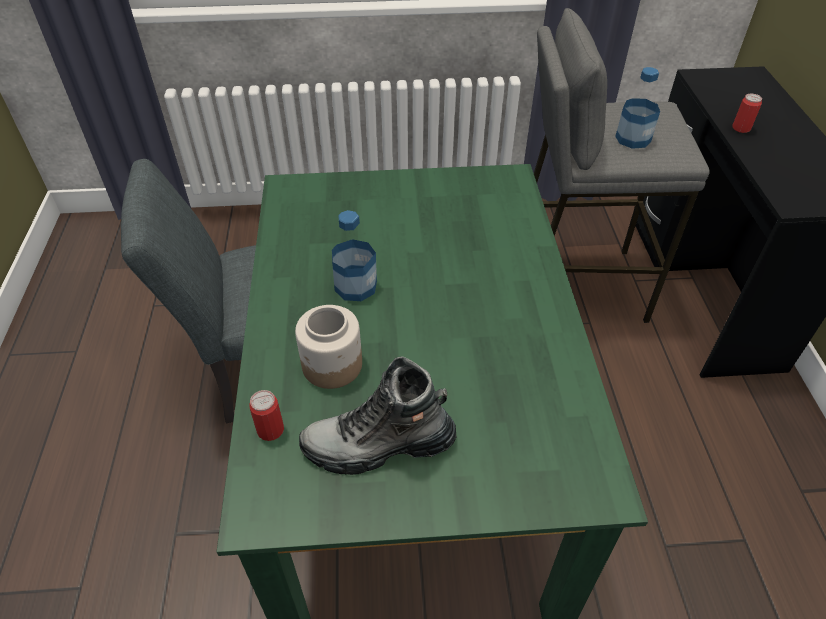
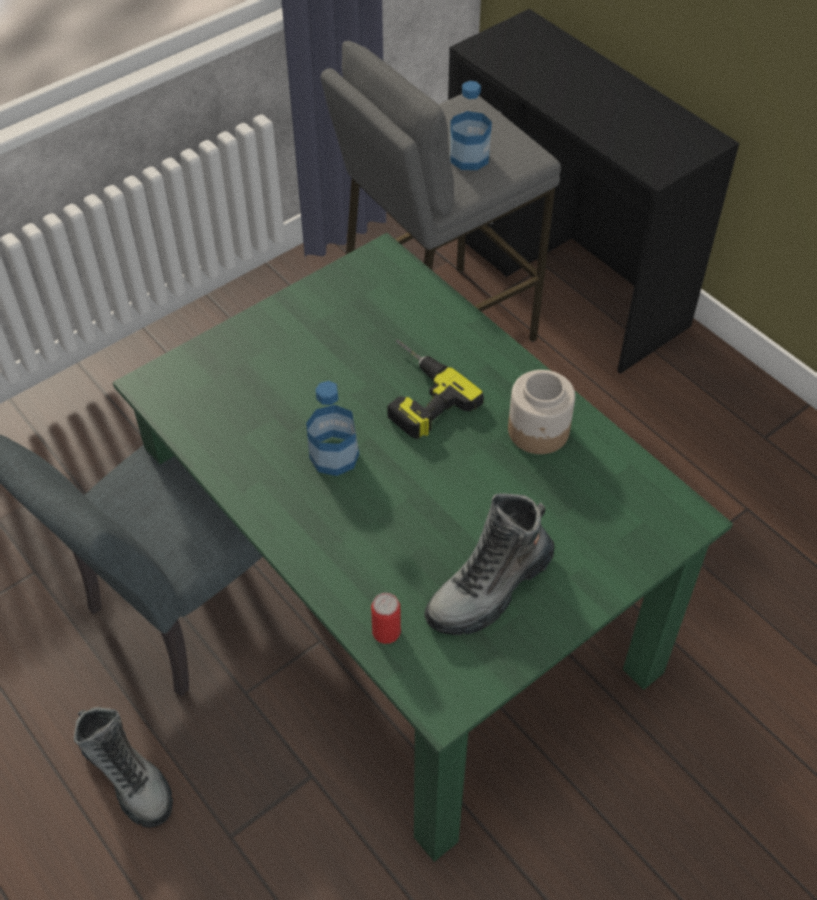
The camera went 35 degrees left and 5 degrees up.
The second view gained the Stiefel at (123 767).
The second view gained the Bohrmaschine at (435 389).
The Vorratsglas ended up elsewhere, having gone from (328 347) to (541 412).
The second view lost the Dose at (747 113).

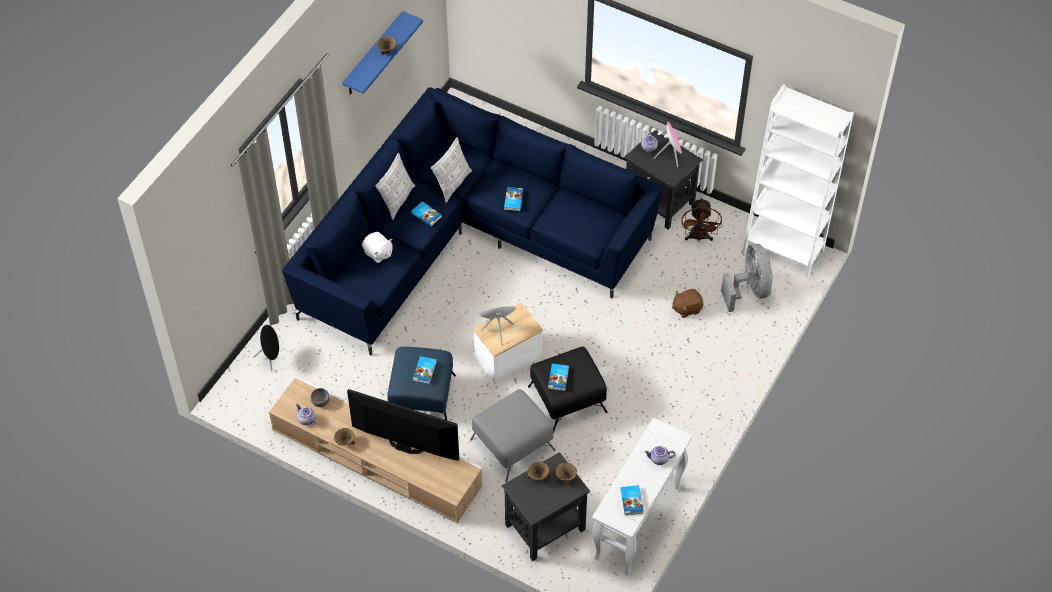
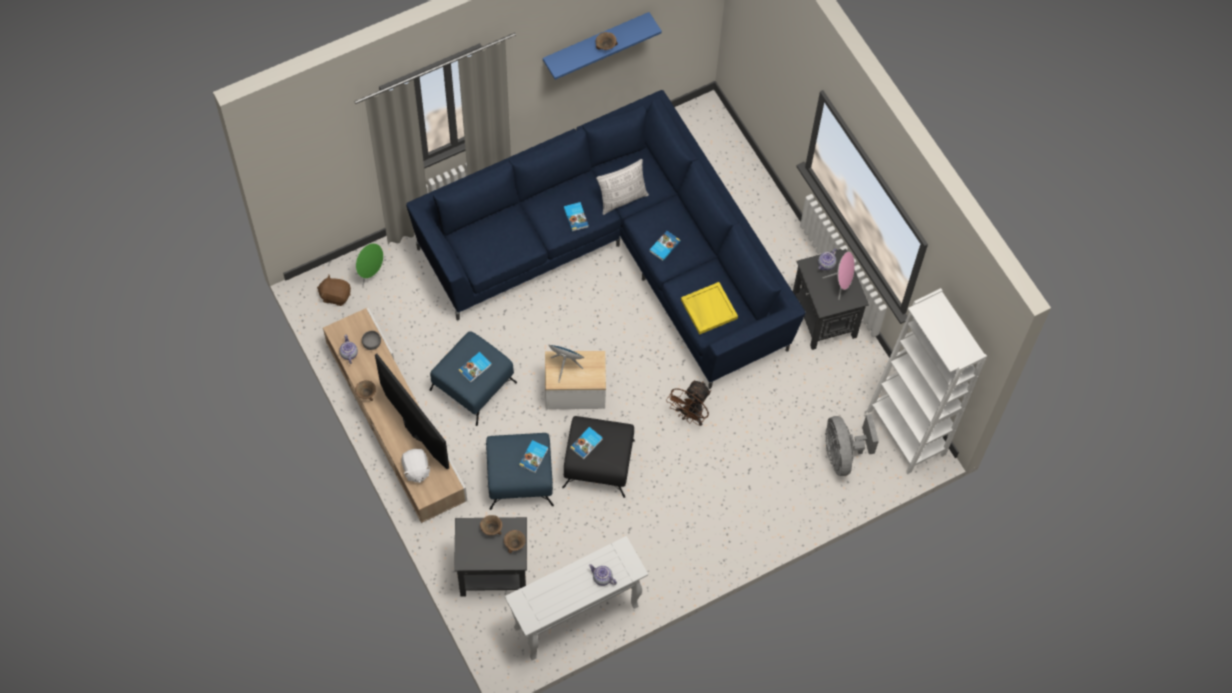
The camera went 30 degrees right and 10 degrees up.
The Plüschtier/braun ended up elsewhere, having gone from (688 303) to (334 290).
What was the Lautsprecher/schwarz at (266 348) turned into the Lautsprecher/grün at (370 265).
The Plüschtier/weiß ended up elsewhere, having gone from (377 247) to (416 466).
What was the Polsterhocker/grau at (513 435) turned into the Polsterhocker/blau at (520 471).
The Buch ended up elsewhere, having gone from (631 500) to (533 456).
The Ventilator/braun ended up elsewhere, having gone from (701 219) to (688 403).
The second view gained the Tablett/gelb at (709 308).
The Ventilator/grau at (747 278) ended up facing another way, 150 degrees clockwise from before.
The second view lost the Kissen at (395 186).

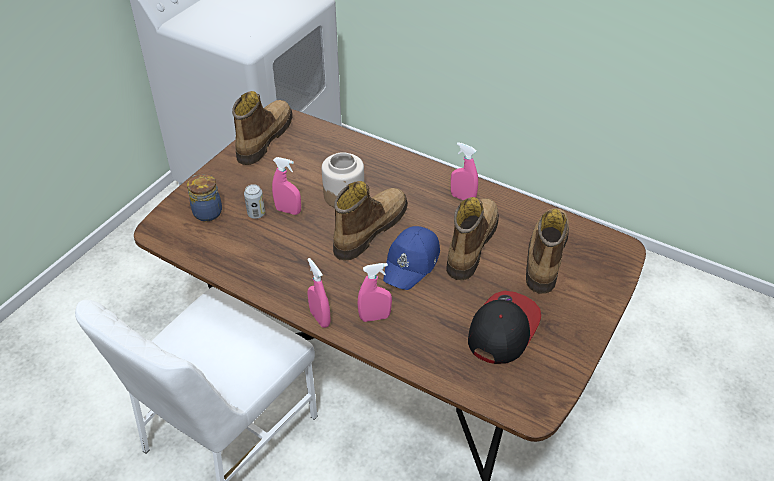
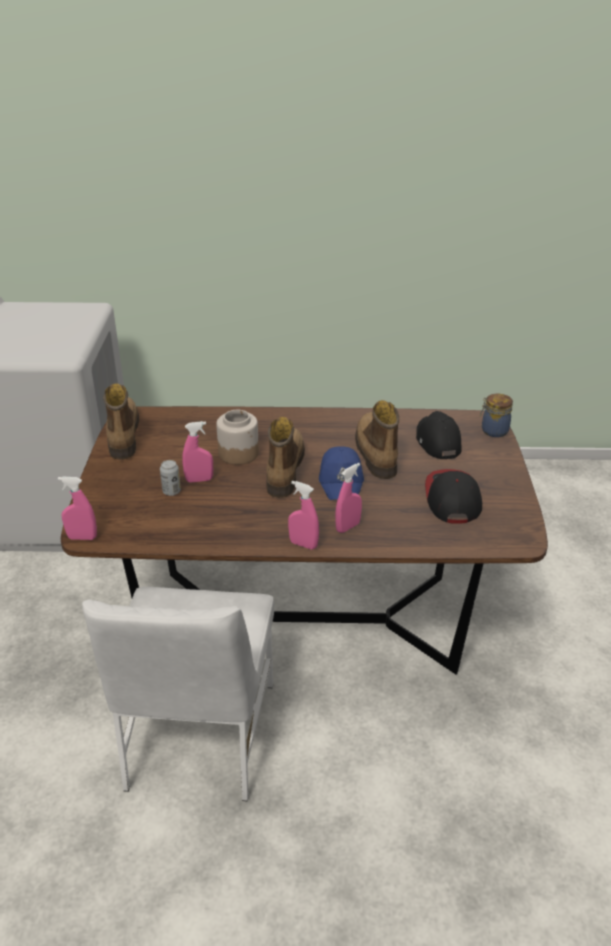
The camera went 30 degrees left and 10 degrees down.
The Sprühflasche/rosa ended up elsewhere, having gone from (464 171) to (77 508).
Where the Stiefel stood at (547 251), the Kappe/schwarz came to stand at (439 435).
The Vorratsglas ended up elsewhere, having gone from (204 197) to (496 415).

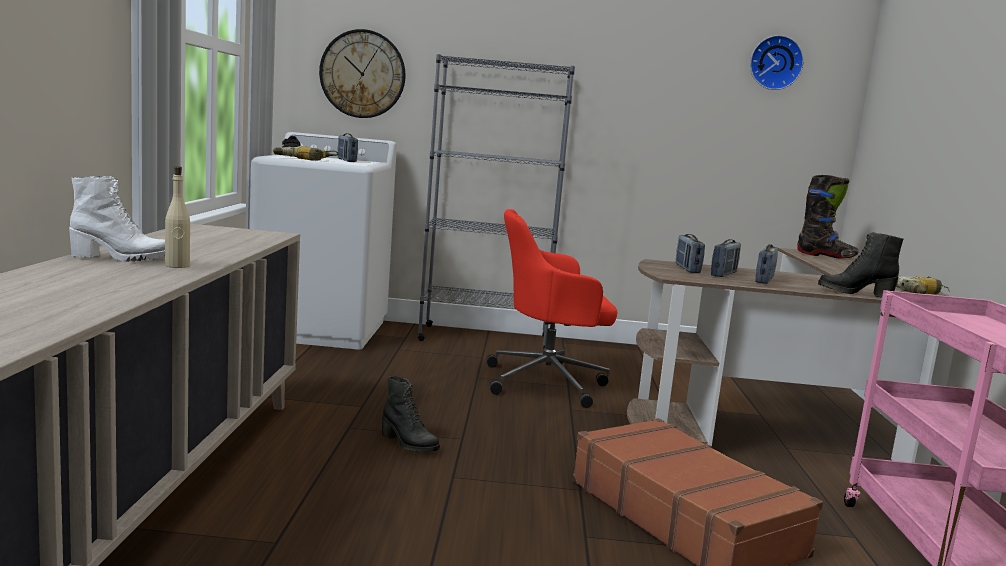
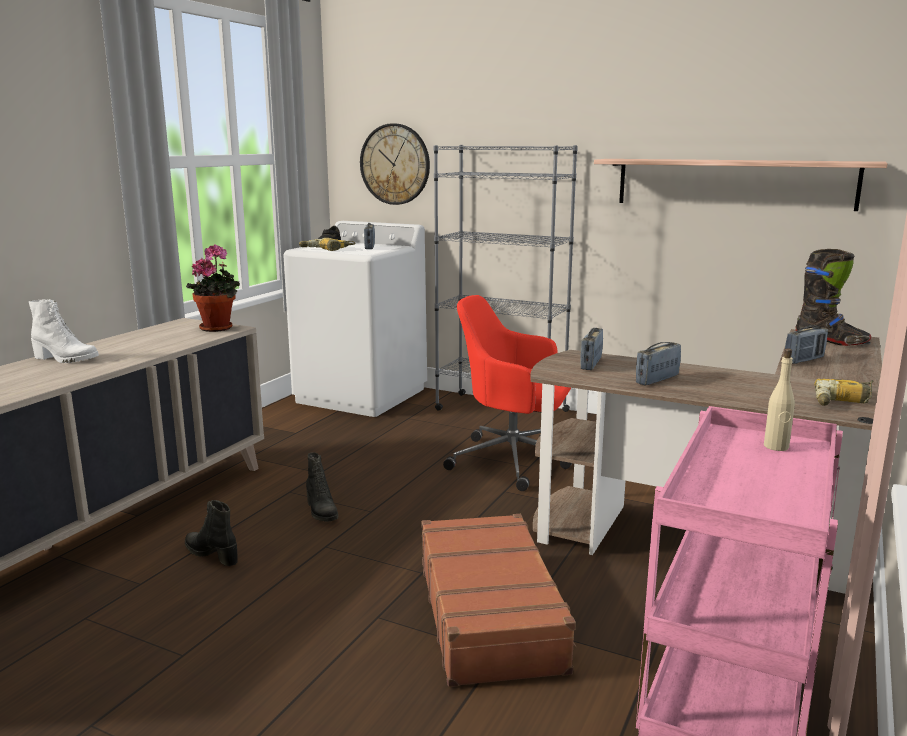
The camera went 25 degrees right and 5 degrees up.
The Stiefel/schwarz ended up elsewhere, having gone from (861 265) to (211 533).
The second view gained the Topfpflanze at (213 288).
The second view gained the Wandregal at (741 185).
The Flasche/beige ended up elsewhere, having gone from (177 217) to (779 399).
The Radio ended up elsewhere, having gone from (726 258) to (806 344).
The second view lost the Wanduhr at (777 62).

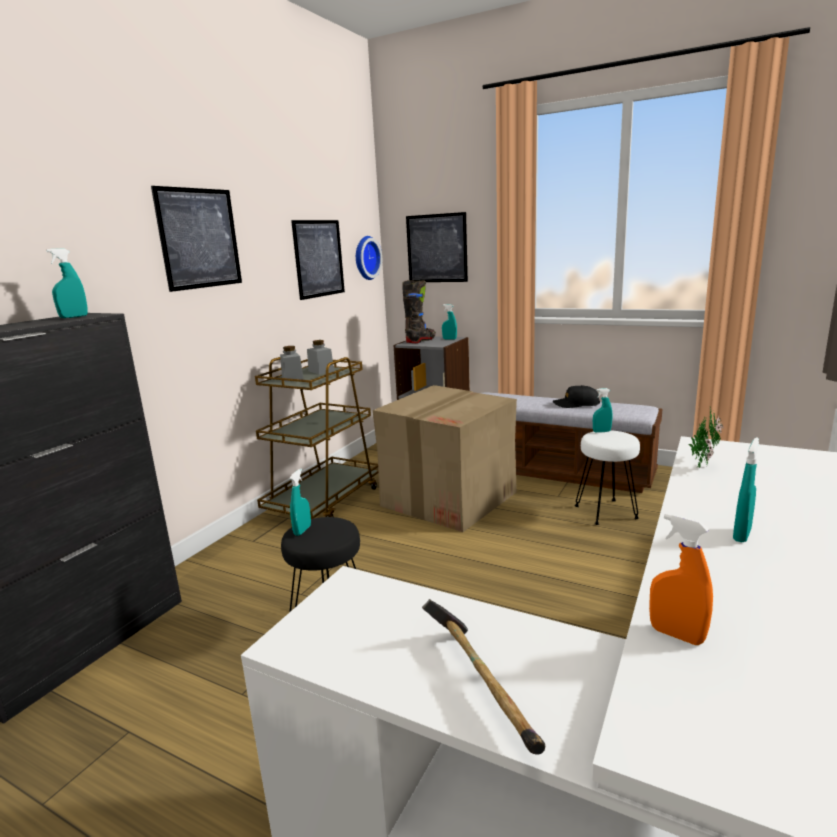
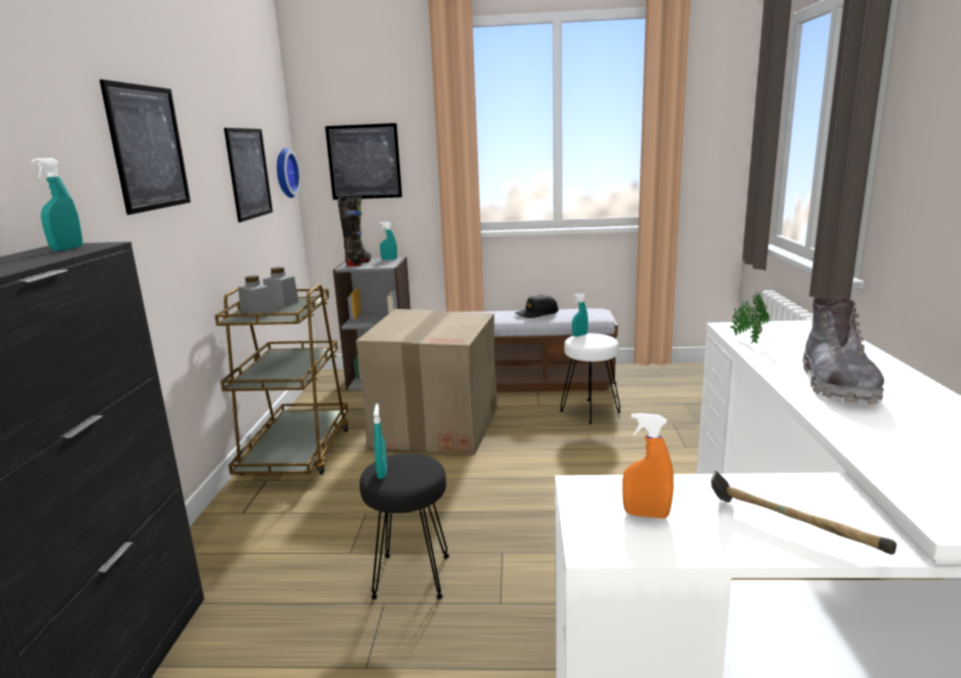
The camera went 25 degrees left and 0 degrees up.
The Sprühflasche/orange ended up elsewhere, having gone from (681 579) to (648 466).
Where the Sprühflasche/türkis stood at (746 489), the Stiefel/grau came to stand at (843 350).

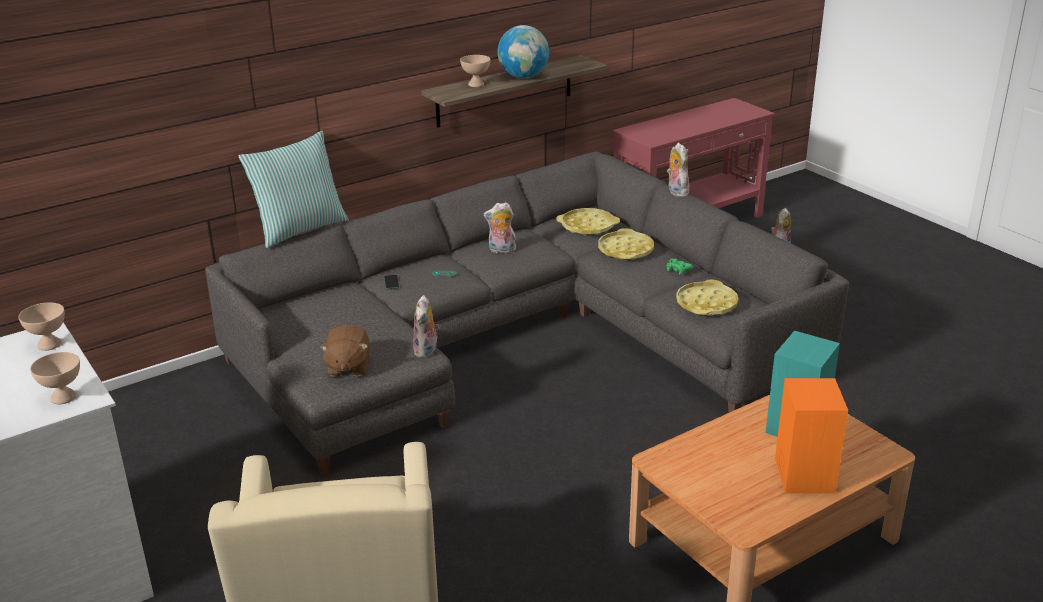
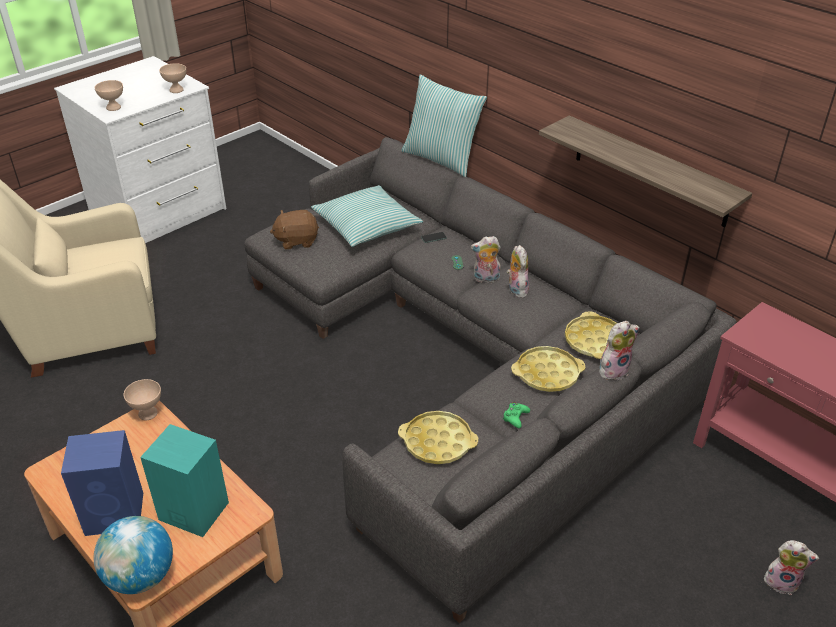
The camera went 80 degrees right and 10 degrees up.
What was the Lautsprecher/orange at (811 435) turned into the Lautsprecher/blau at (102 483).
The Globus ended up elsewhere, having gone from (523 51) to (133 555).
The Schüssel/beige ended up elsewhere, having gone from (475 71) to (142 399).
The second view gained the Kissen at (367 216).
The Plüschtier ended up elsewhere, having gone from (426 326) to (486 259).

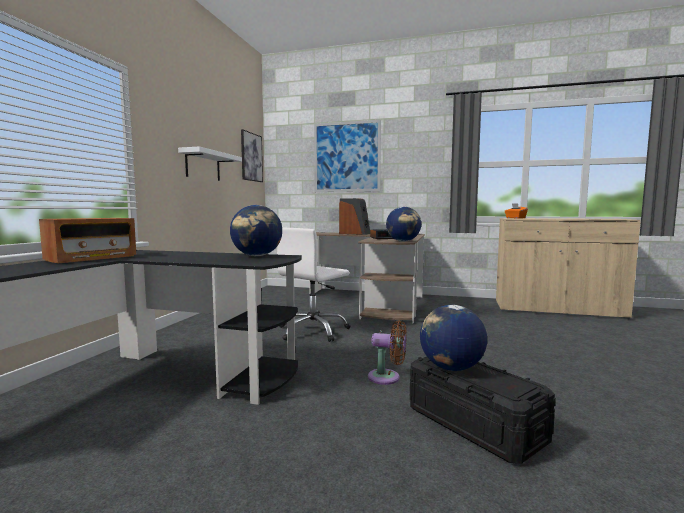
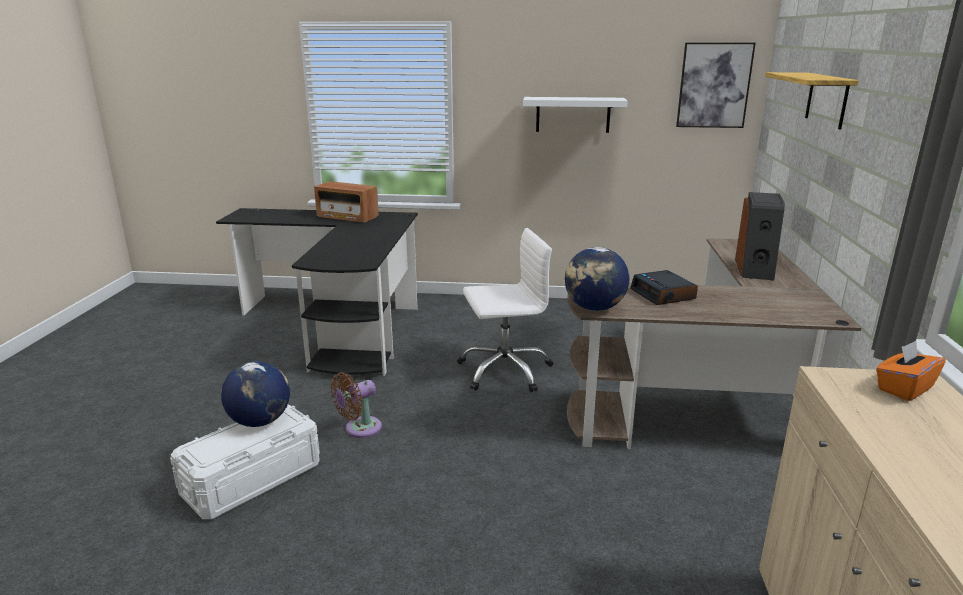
The camera went 80 degrees right and 15 degrees up.
What was the Aufbewahrungsbox/schwarz at (483 410) turned into the Aufbewahrungsbox/weiß at (245 462).
The Ventilator/braun at (387 352) ended up facing another way, 45 degrees clockwise from before.
The Bürostuhl/weiß at (314 285) ended up facing another way, 135 degrees clockwise from before.
Where the Bild hung at (347 156), the Wandregal came to hang at (812 100).
The second view lost the Globus at (256 230).

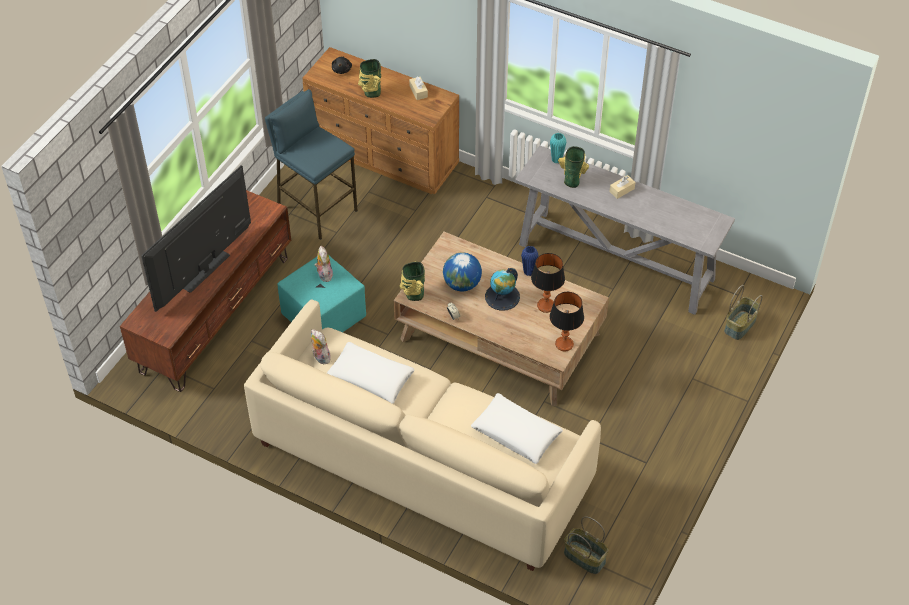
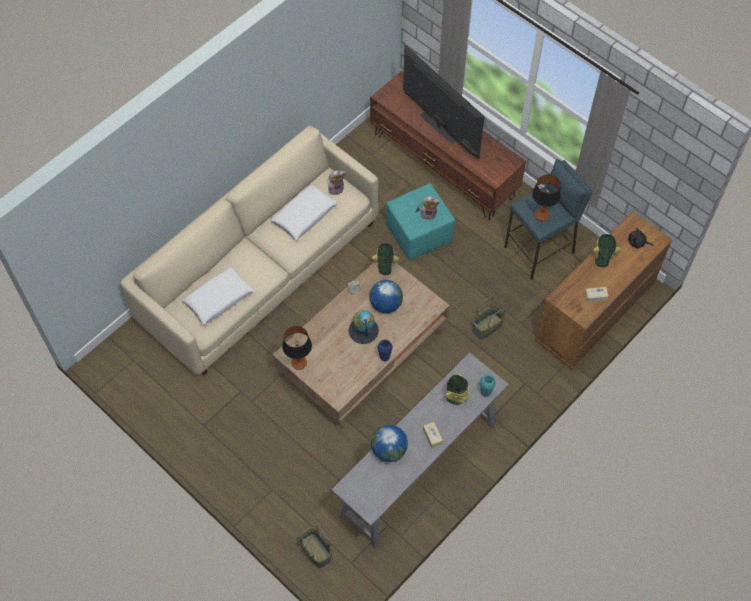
The camera went 105 degrees right and 10 degrees up.
The second view gained the Globus at (389 443).
The Korb ended up elsewhere, having gone from (586 545) to (488 318).
The Tischlampe ended up elsewhere, having gone from (548 283) to (546 197).

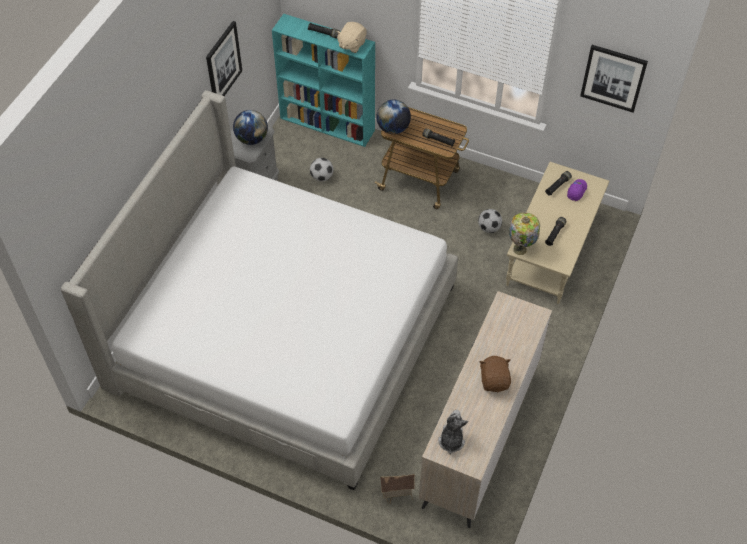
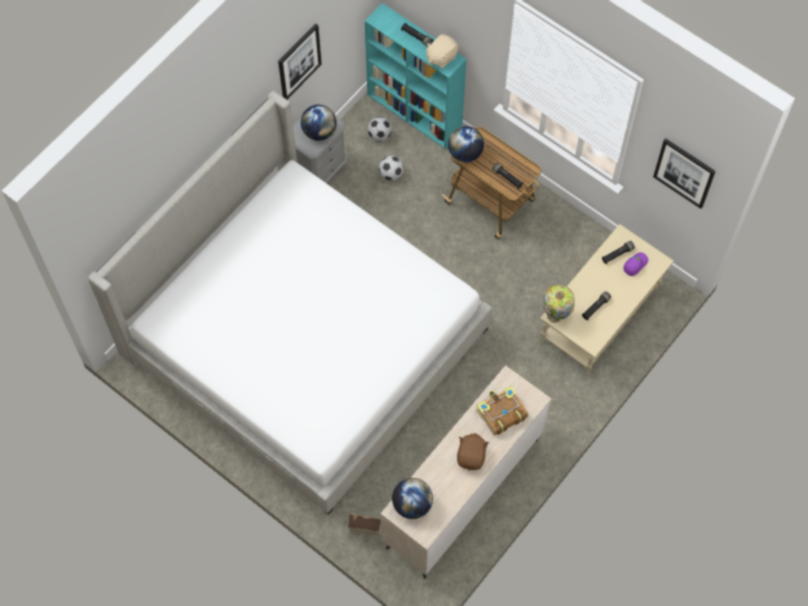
The camera went 15 degrees right and 10 degrees up.
The Fußball ended up elsewhere, having gone from (490 221) to (380 129).
Where the Plüschtier stood at (453 432), the Globus came to stand at (412 498).
The second view gained the Buch at (502 411).

